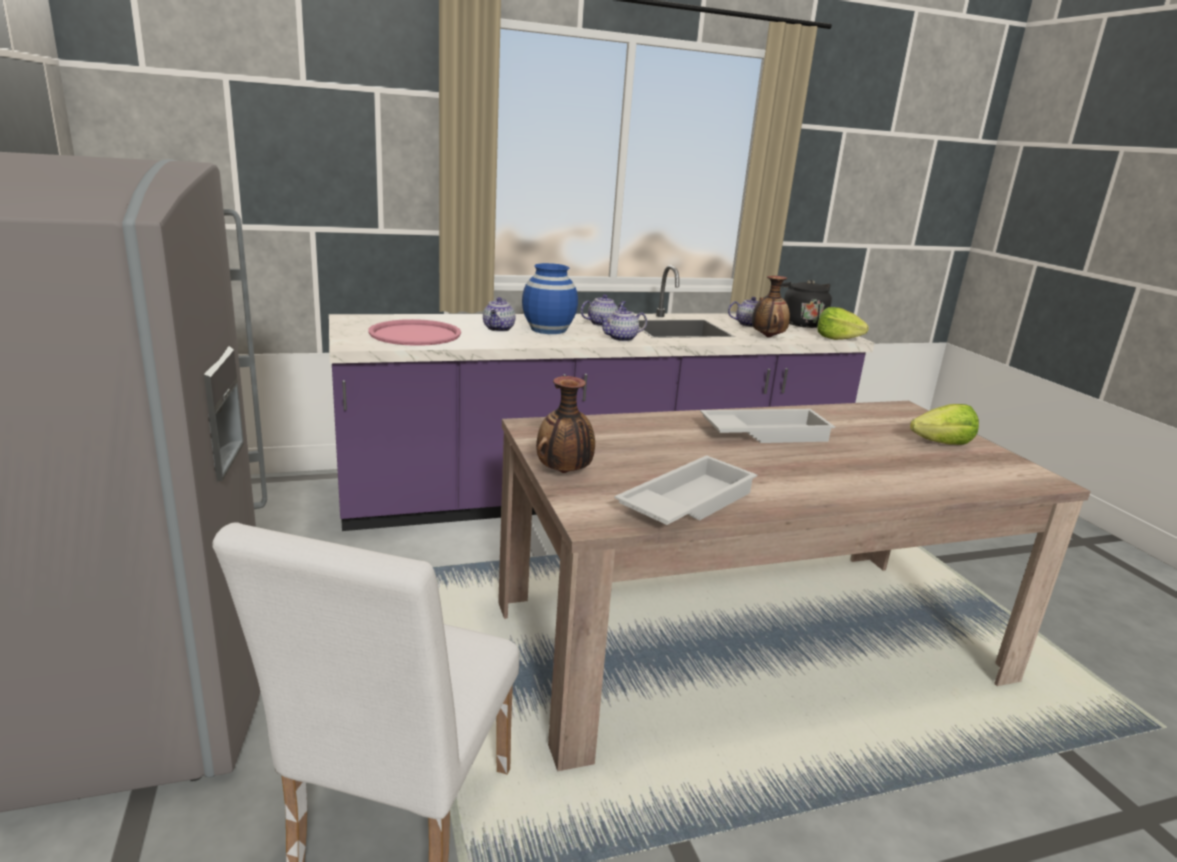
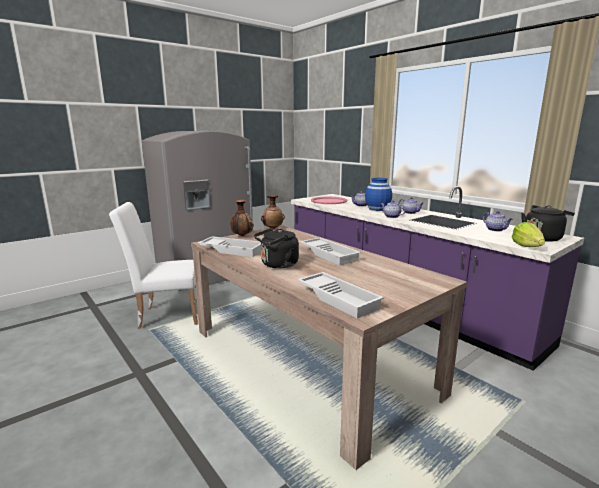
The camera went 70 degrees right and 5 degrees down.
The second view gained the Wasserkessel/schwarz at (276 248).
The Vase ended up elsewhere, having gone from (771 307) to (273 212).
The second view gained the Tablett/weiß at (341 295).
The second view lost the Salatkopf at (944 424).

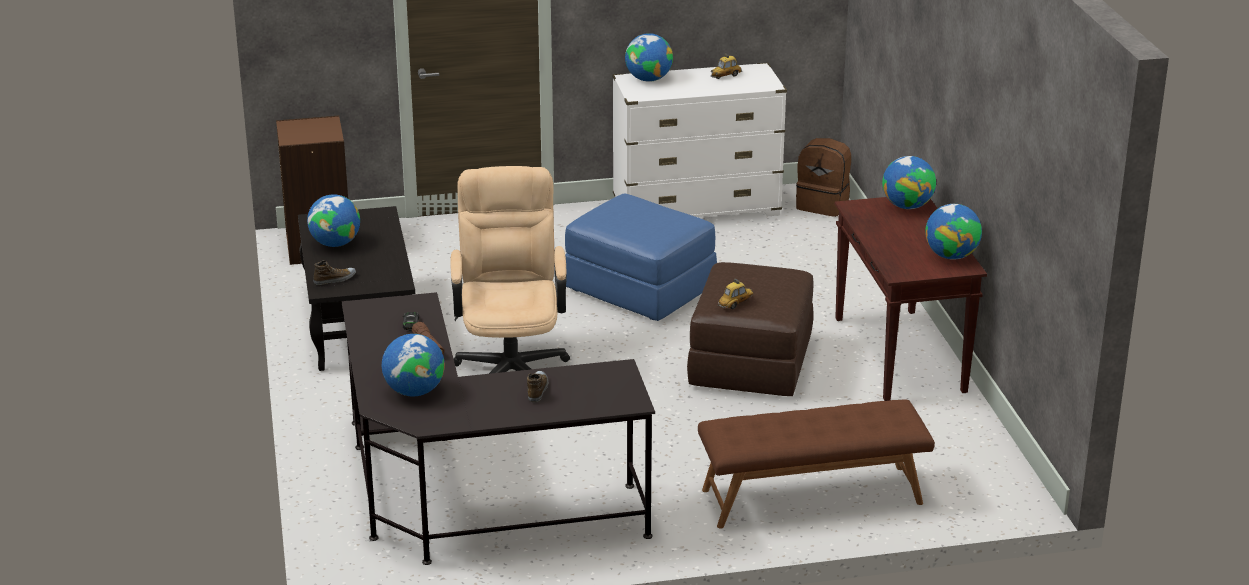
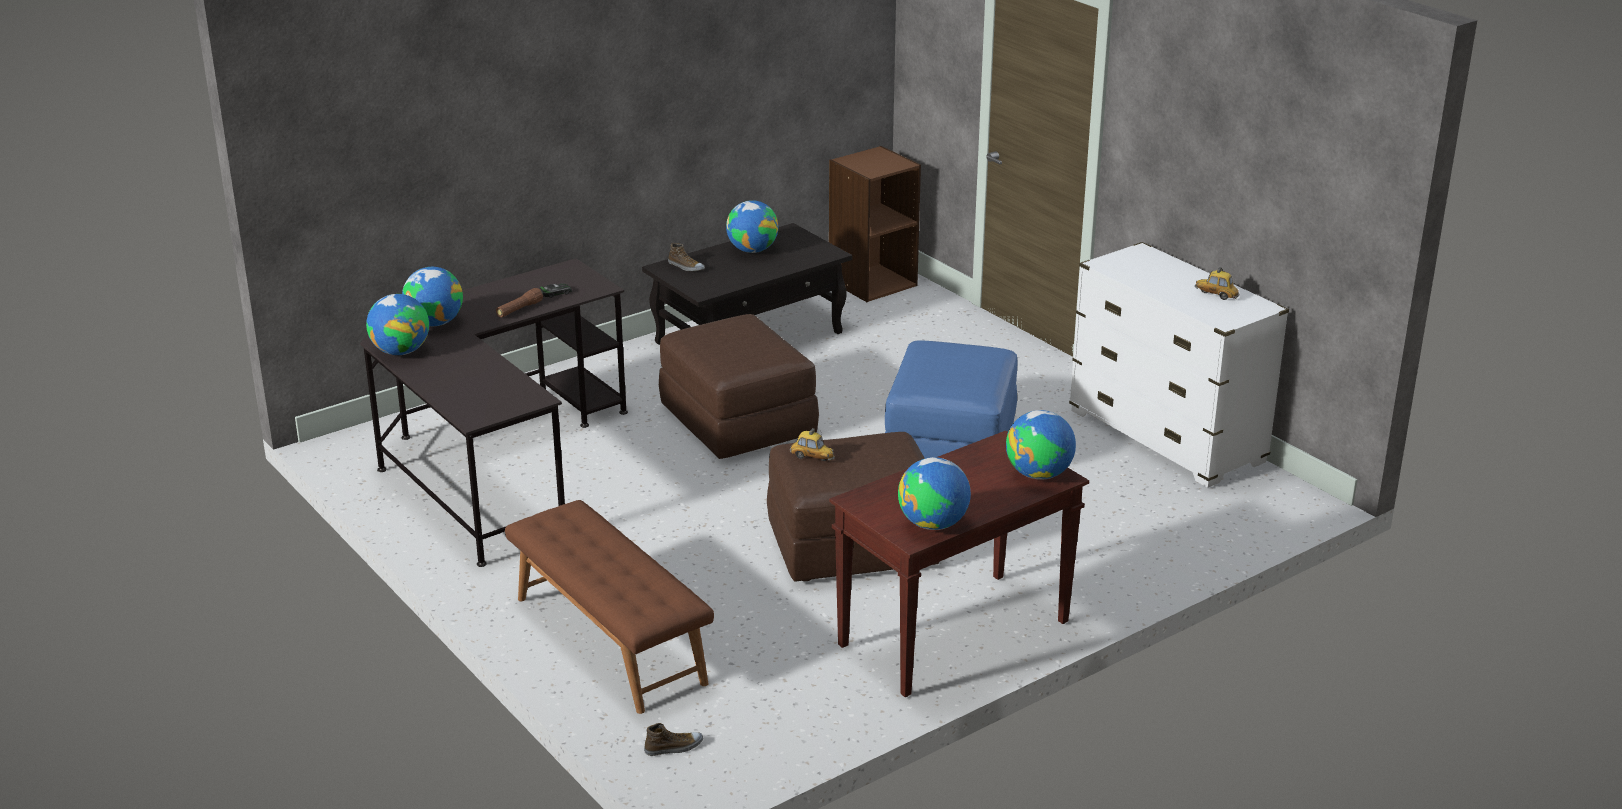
The camera went 65 degrees right and 0 degrees up.
The Globus ended up elsewhere, having gone from (649 57) to (397 324).
The Schuh ended up elsewhere, having gone from (537 387) to (673 739).
Where the Bürostuhl/beige stood at (510 270), the Polsterhocker/braun came to stand at (739 386).
The second view lost the Rucksack/braun at (823 177).

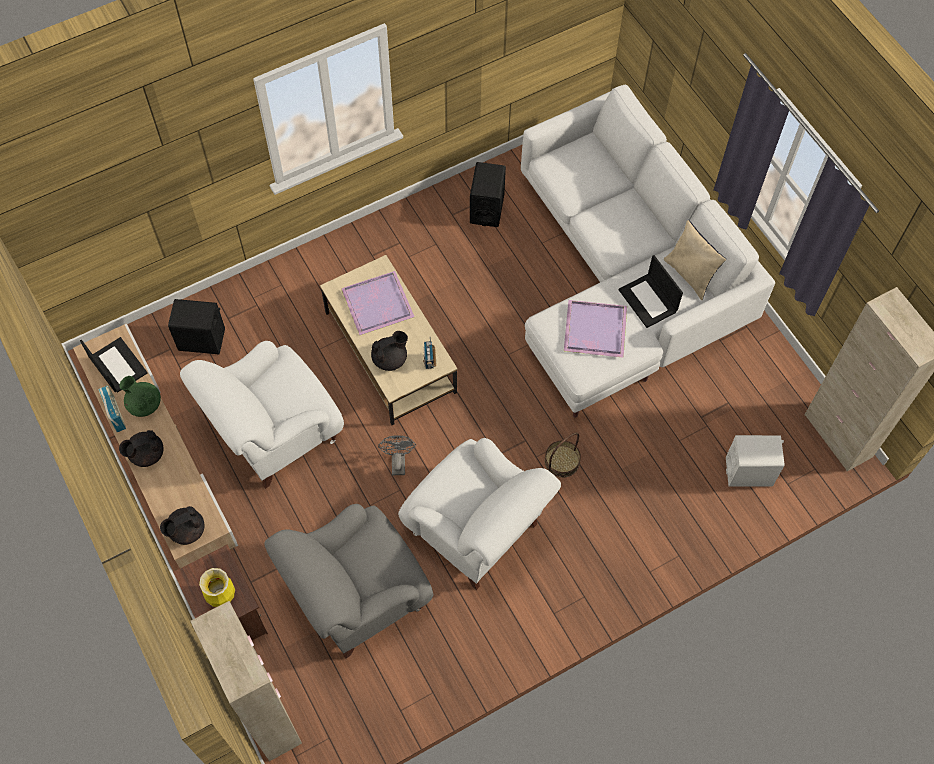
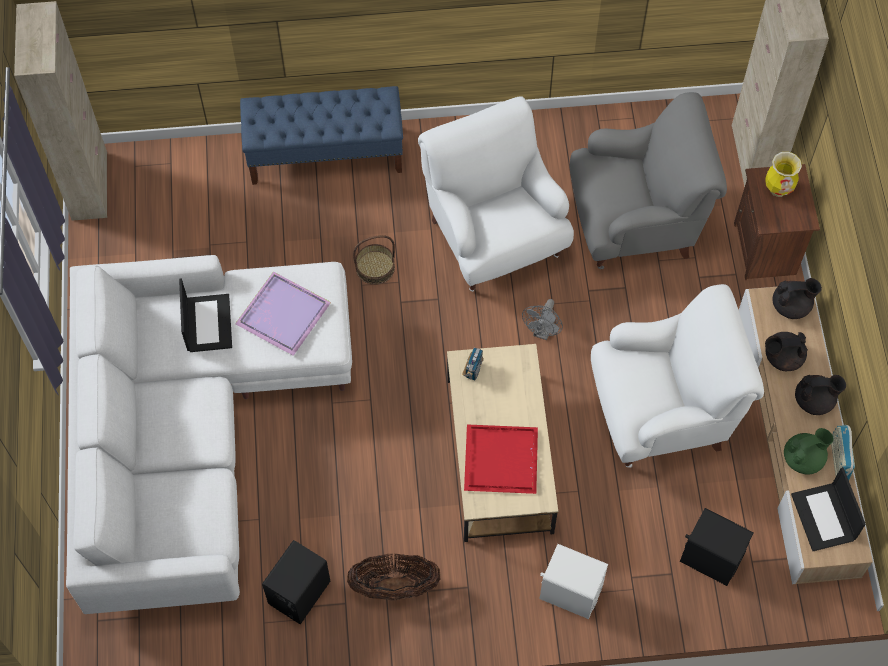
The camera went 155 degrees left and 0 degrees up.
The second view gained the Bank/blau at (321 135).
The second view gained the Korb at (394 577).
What was the Tablett/lila at (378 303) turned into the Tablett/rot at (501 459).
The Lautsprecher/weiß ended up elsewhere, having gone from (755 461) to (574 581).
The Teekanne/schwarz ended up elsewhere, having gone from (389 351) to (786 351).
The Teekanne/grün at (140 396) ended up facing another way, 90 degrees counterclockwise from before.
The second view lost the Kissen/beige at (695 260).

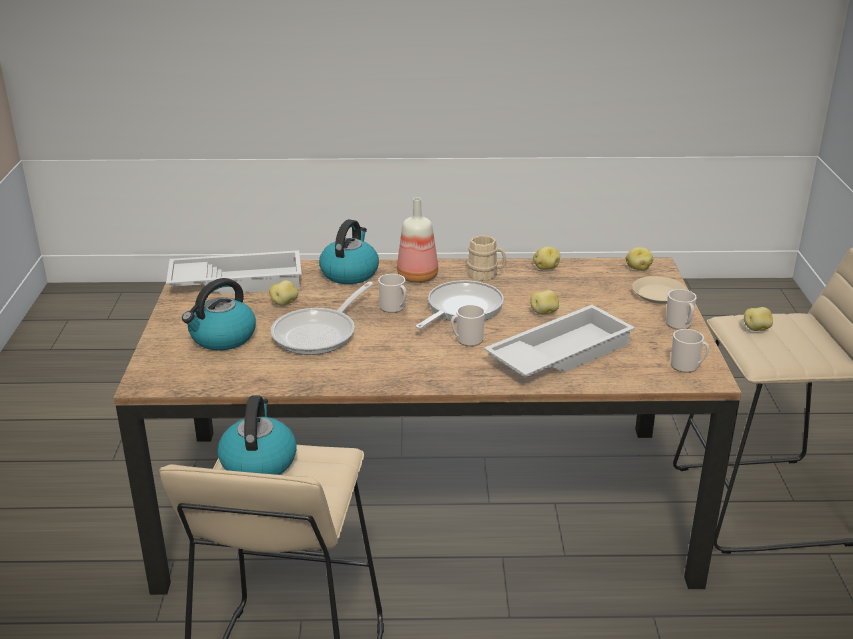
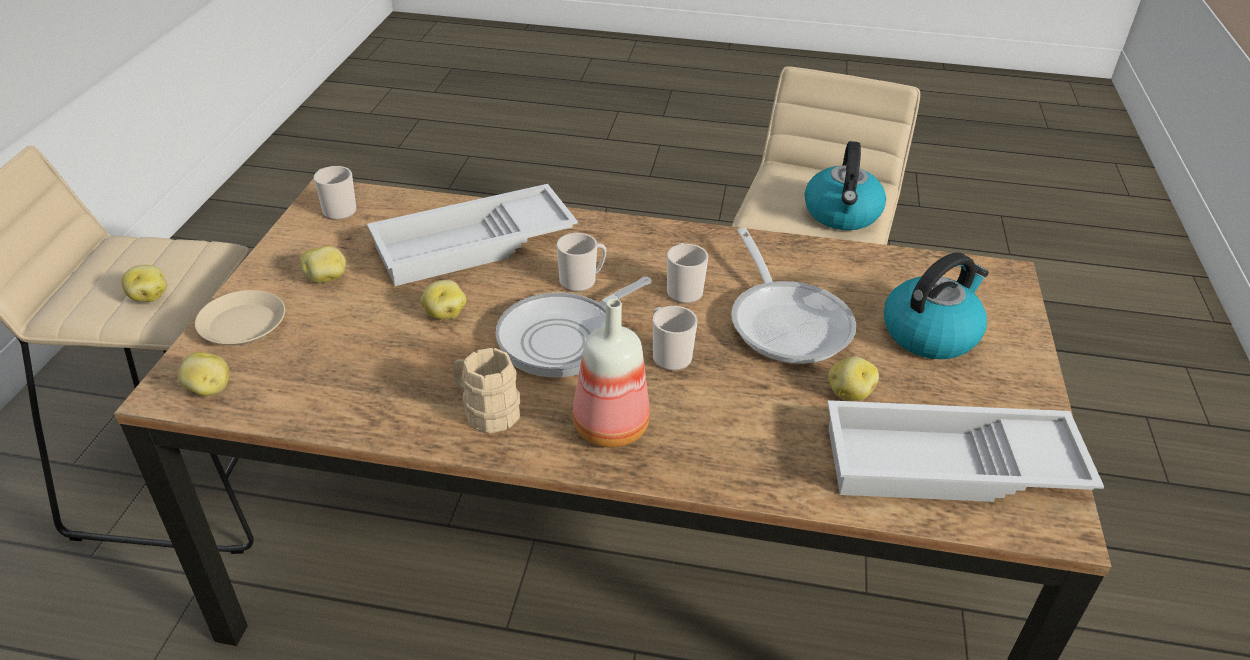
The camera went 170 degrees left and 10 degrees up.
The Kartoffel ended up elsewhere, having gone from (546 258) to (323 264).
The Henkelbecher ended up elsewhere, having gone from (681 309) to (687 273).
The Pfanne at (322 318) ended up facing another way, 120 degrees clockwise from before.
The second view lost the Wasserkessel at (349 251).

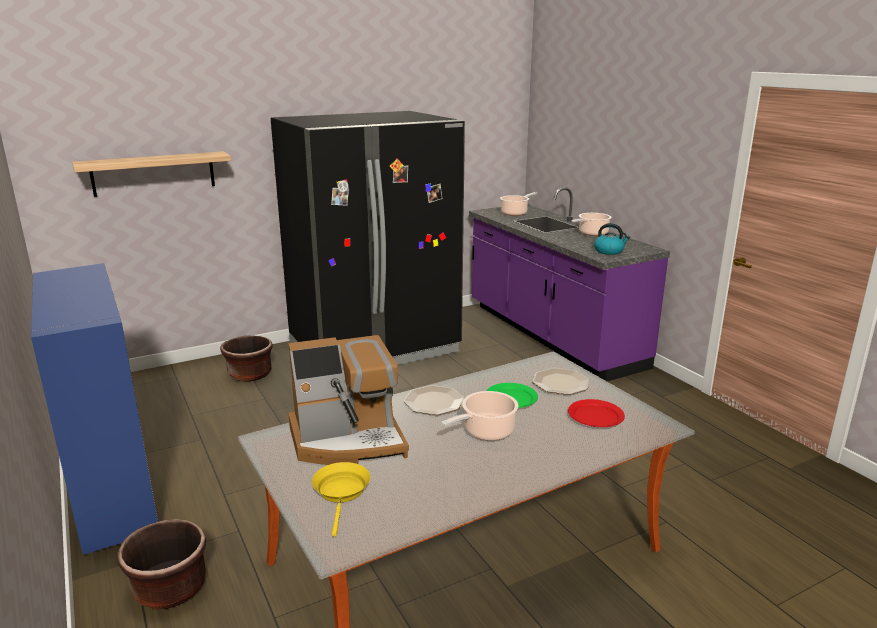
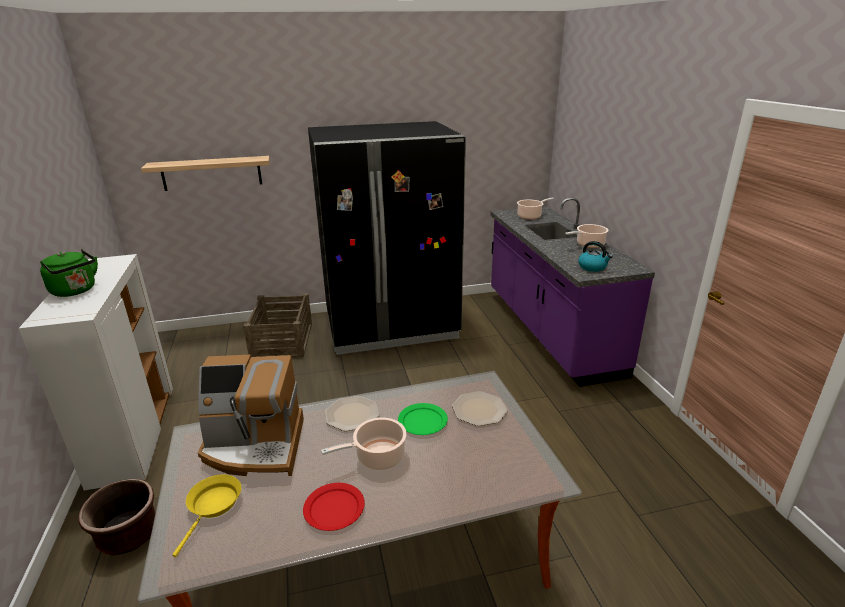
The camera went 15 degrees right and 5 degrees up.
What was the Schrank/blau at (94 409) turned into the Schrank/weiß at (96 372).
The second view gained the Wasserkessel/grün at (69 273).
Where the Pflanzkübel/braun stood at (246 358), the Kiste came to stand at (277 325).
The Teller/rot ended up elsewhere, having gone from (596 413) to (334 507).

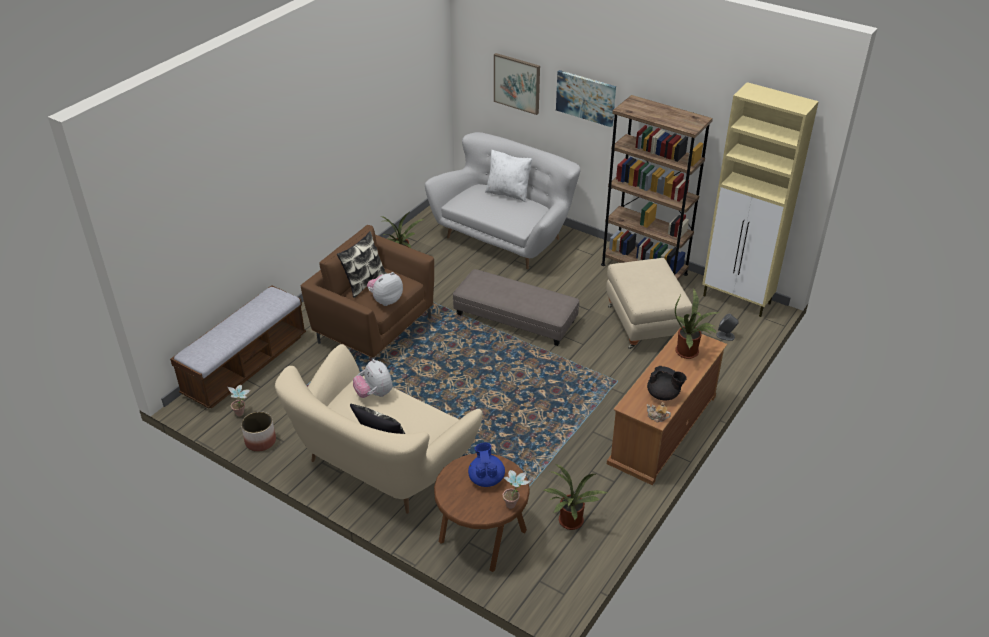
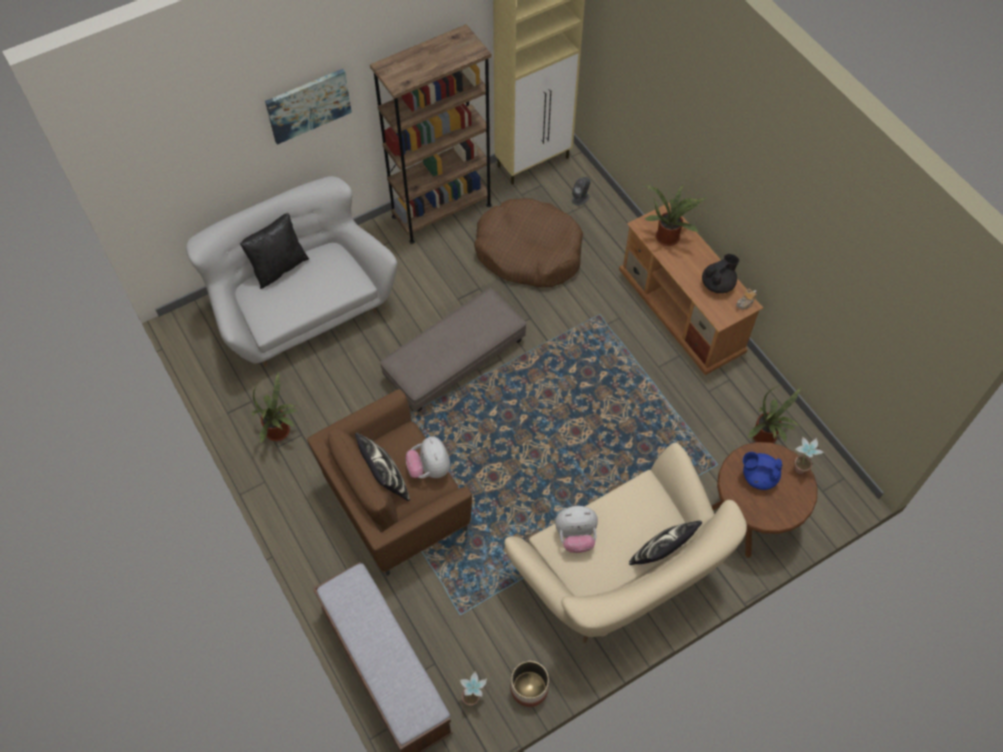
The camera went 65 degrees left and 20 degrees up.
What was the Kissen/weiß at (508 176) turned into the Kissen/schwarz at (274 251).
Where the Polsterhocker/beige stood at (649 303), the Hundebett/braun came to stand at (528 242).
The second view lost the Bild at (517 84).

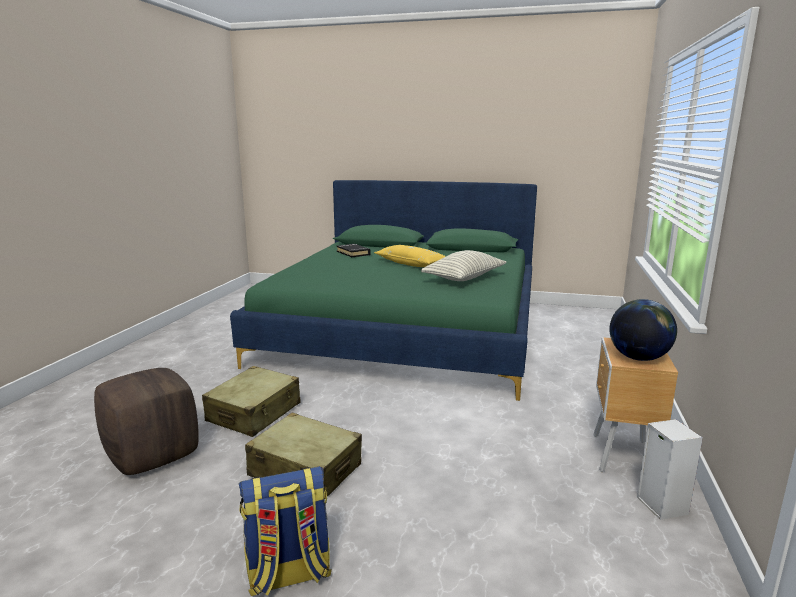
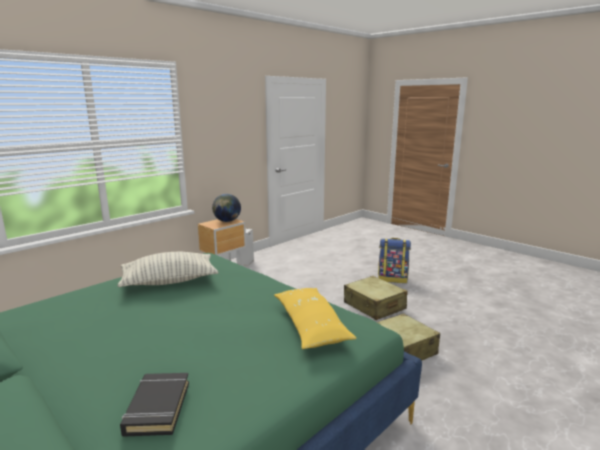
The camera went 150 degrees left and 0 degrees up.
The Kissen/gelb ended up elsewhere, having gone from (410 256) to (315 318).
The second view lost the Polsterhocker/braun at (146 421).

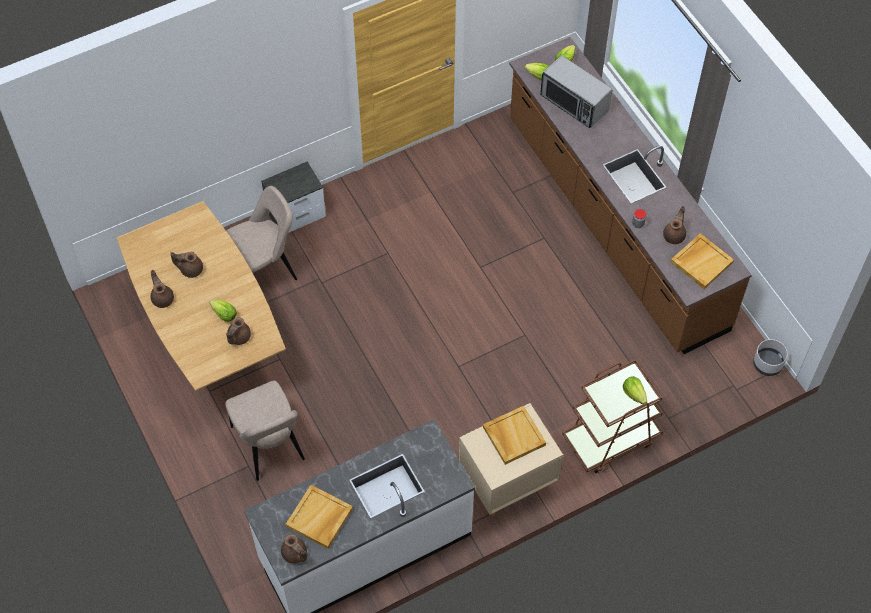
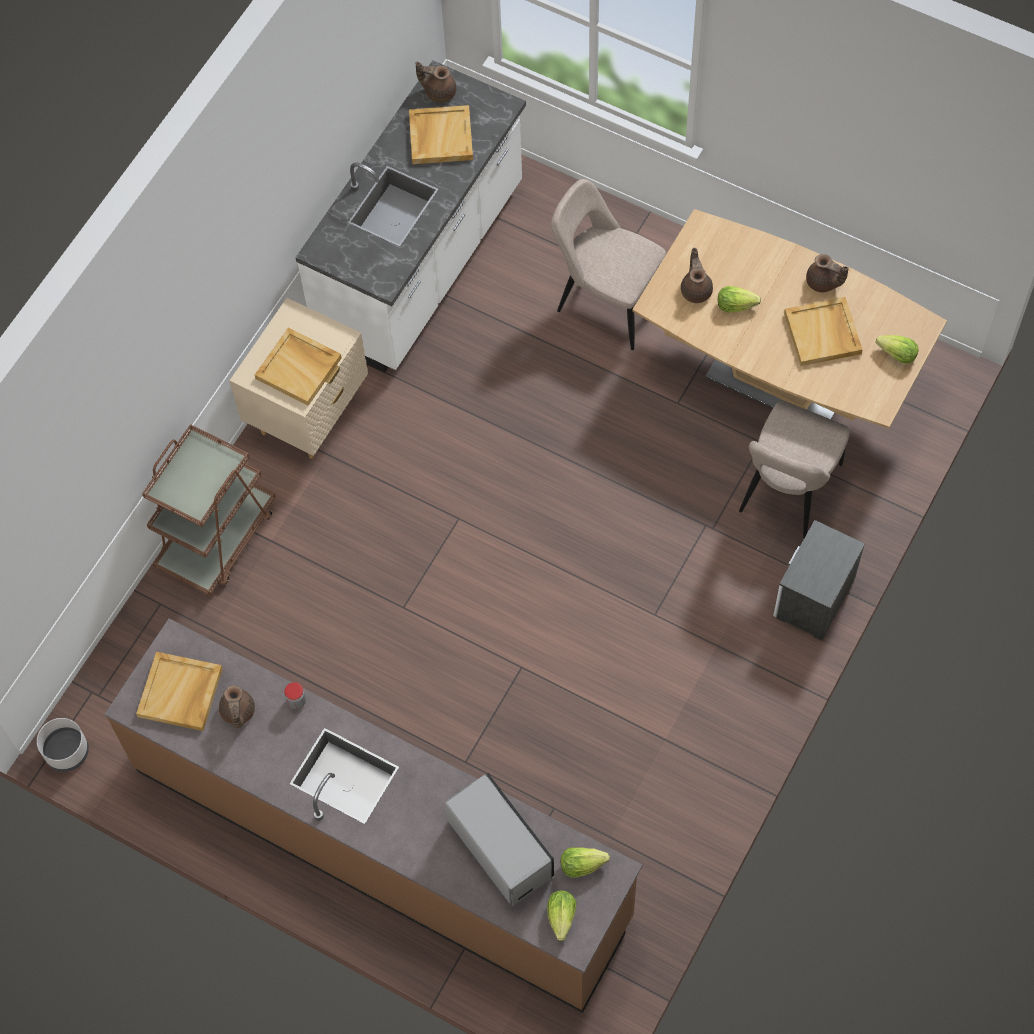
The camera went 150 degrees right and 5 degrees up.
The Mikrowelle at (576 91) ended up facing another way, 45 degrees clockwise from before.
Where the Teekanne/braun stood at (186 265), the Tablett/beige came to stand at (823 331).
The Salatkopf ended up elsewhere, having gone from (635 390) to (897 349).

